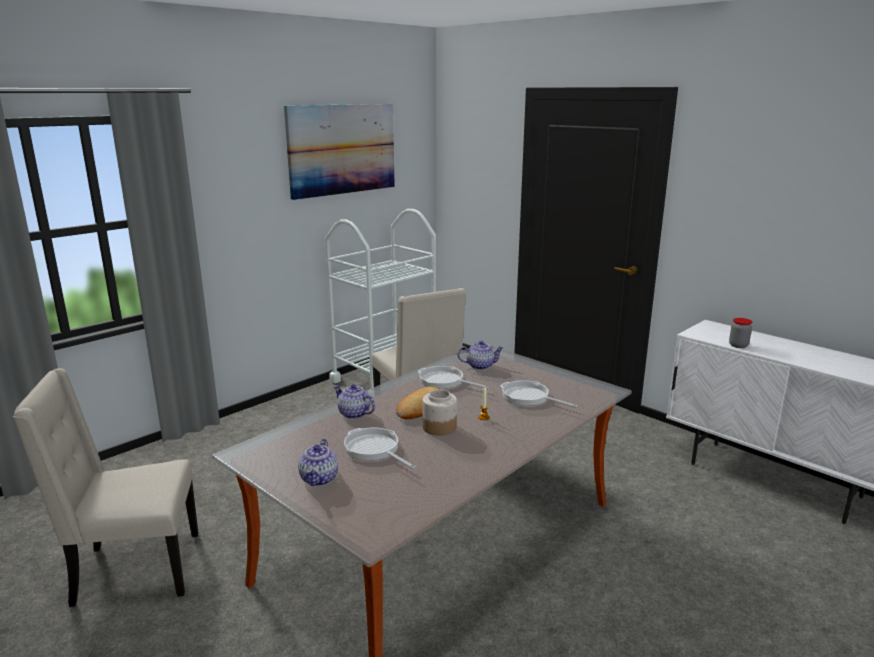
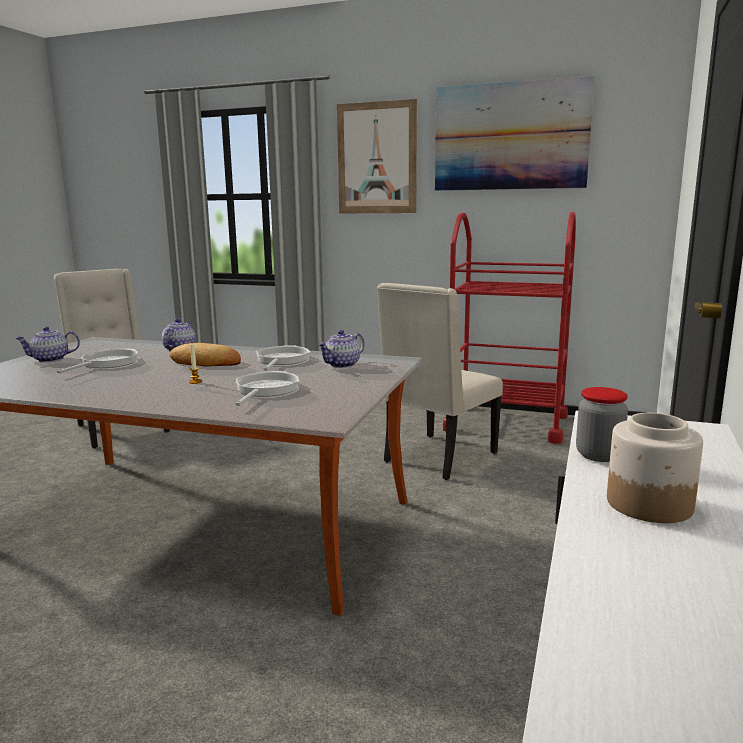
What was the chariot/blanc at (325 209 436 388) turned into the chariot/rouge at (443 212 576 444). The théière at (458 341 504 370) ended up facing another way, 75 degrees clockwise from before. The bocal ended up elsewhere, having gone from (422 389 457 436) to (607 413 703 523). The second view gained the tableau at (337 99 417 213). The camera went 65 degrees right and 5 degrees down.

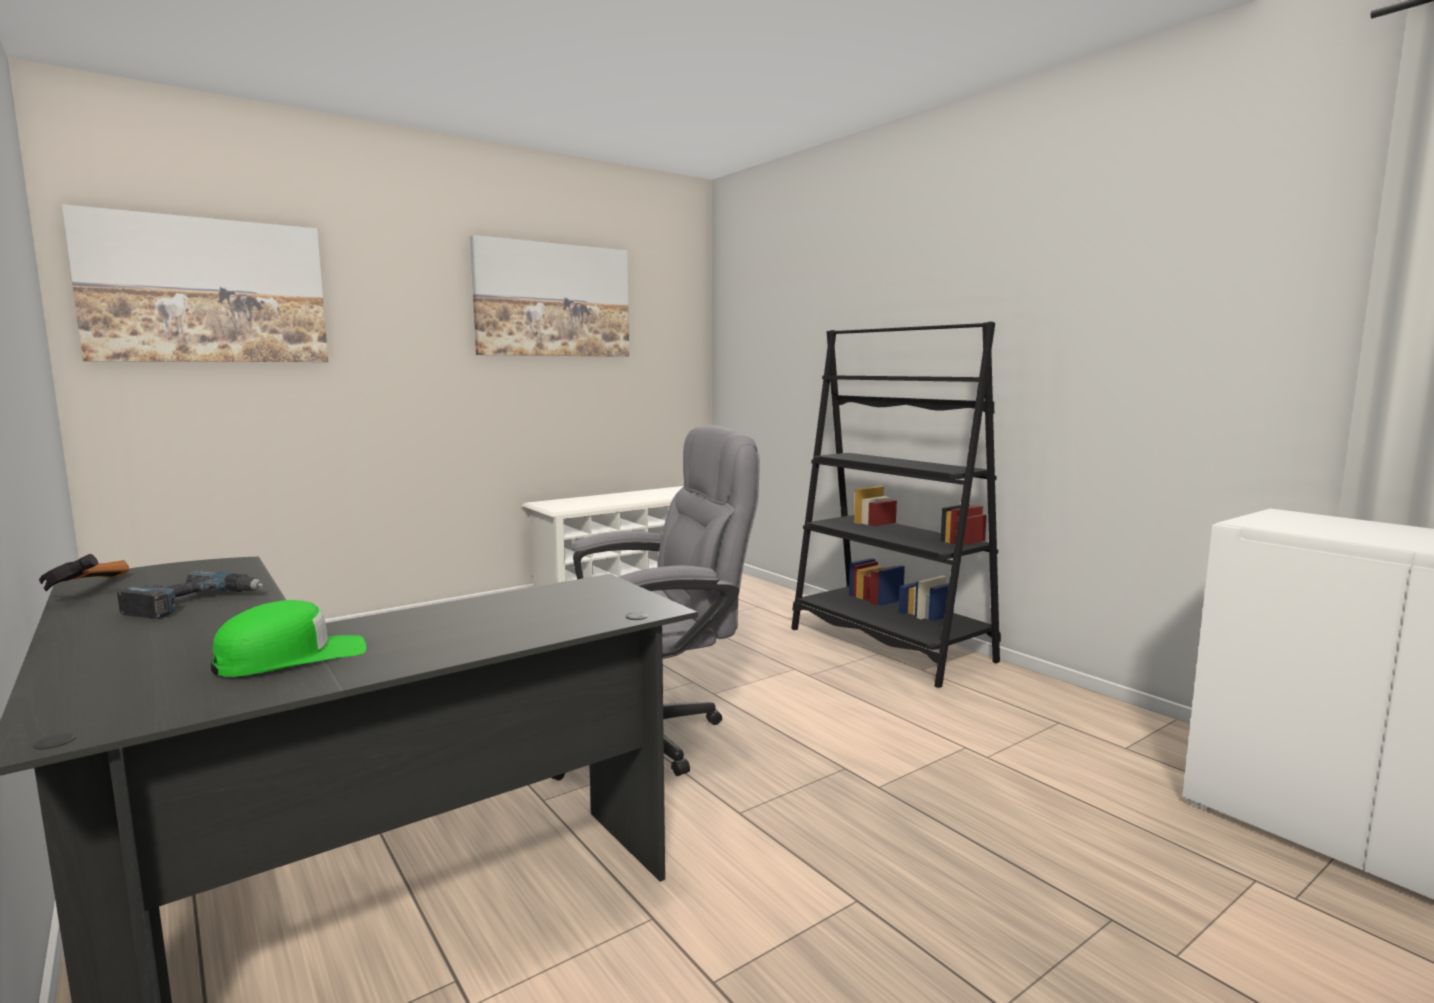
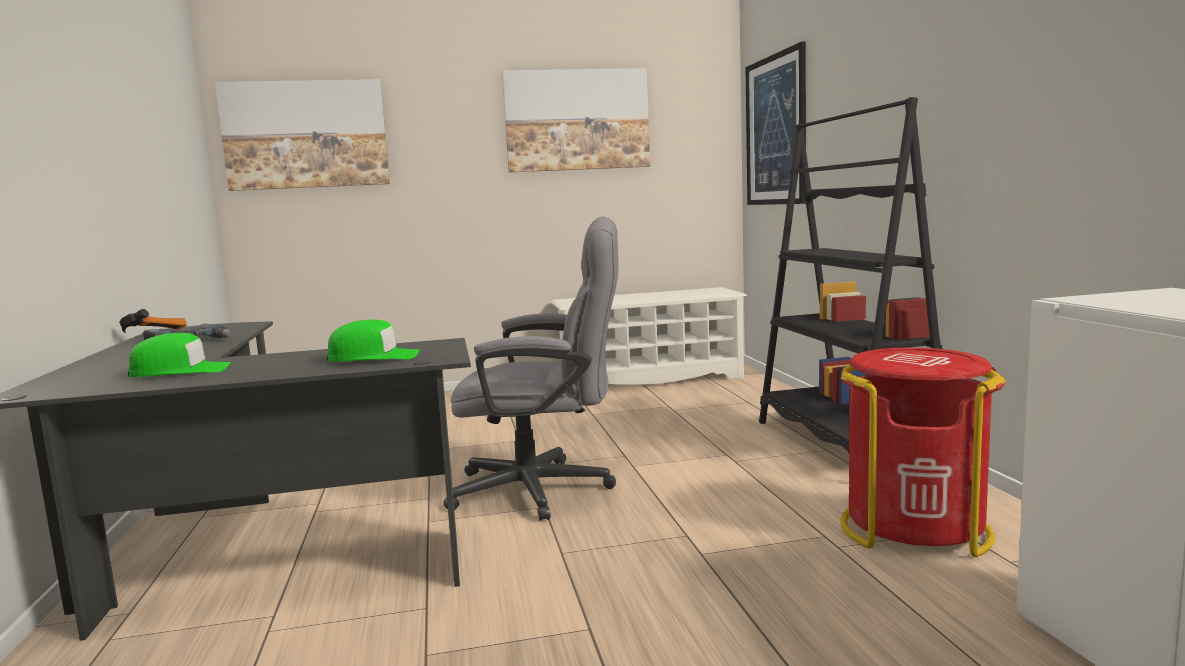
The second view gained the tableau at (745 41 806 205). The second view gained the casquette/vert at (327 319 420 362). The second view gained the poubelle/rouge at (840 348 1006 557). The camera went 25 degrees right and 0 degrees up.

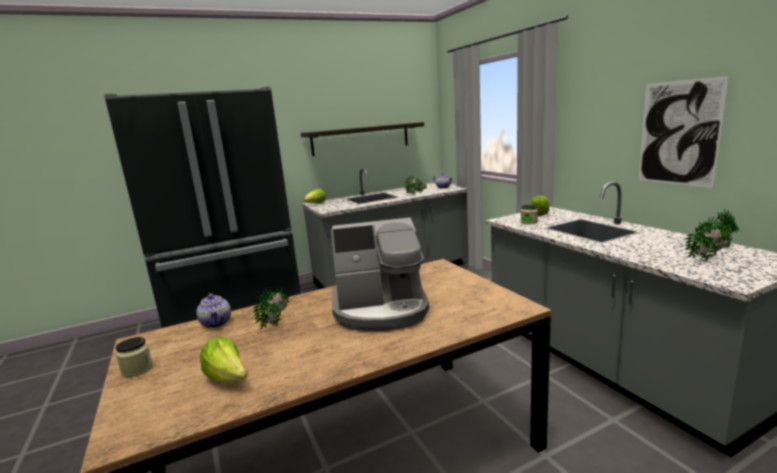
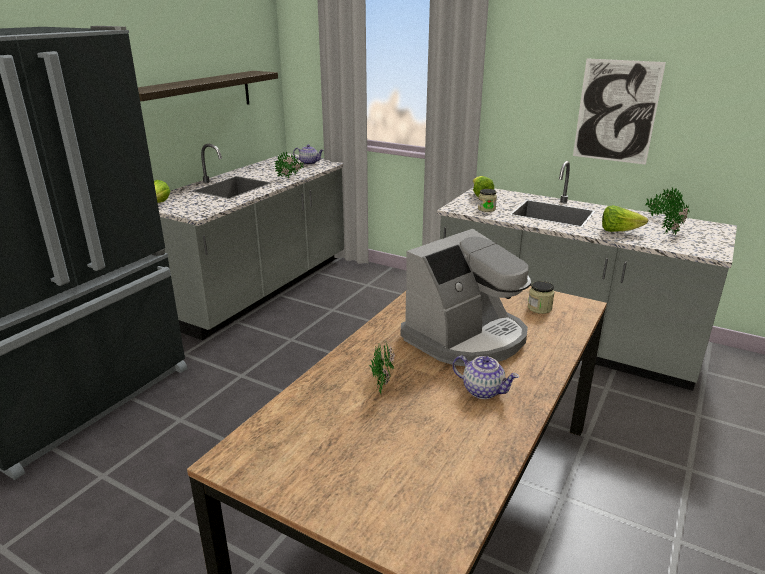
The théière ended up elsewhere, having gone from (197 293 231 328) to (452 355 519 399). The bocal ended up elsewhere, having gone from (116 337 153 377) to (528 281 555 314). The laitue ended up elsewhere, having gone from (200 337 248 383) to (602 205 648 232). The camera went 35 degrees left and 10 degrees up.

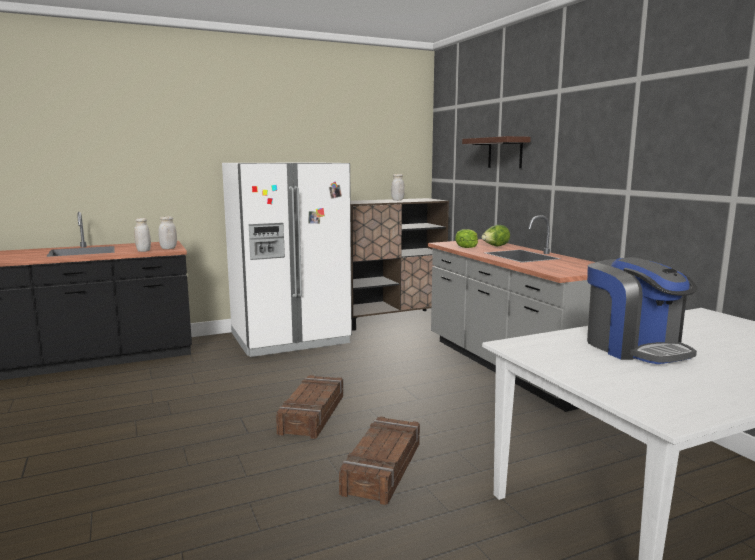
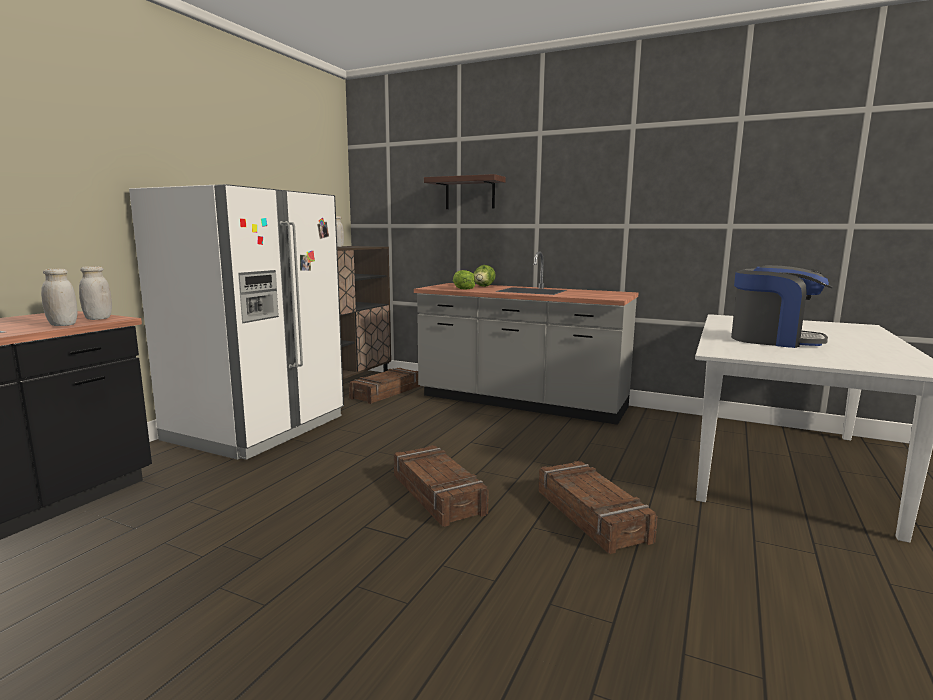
The second view gained the caisse at (349 368 420 404). The camera went 40 degrees left and 0 degrees up.

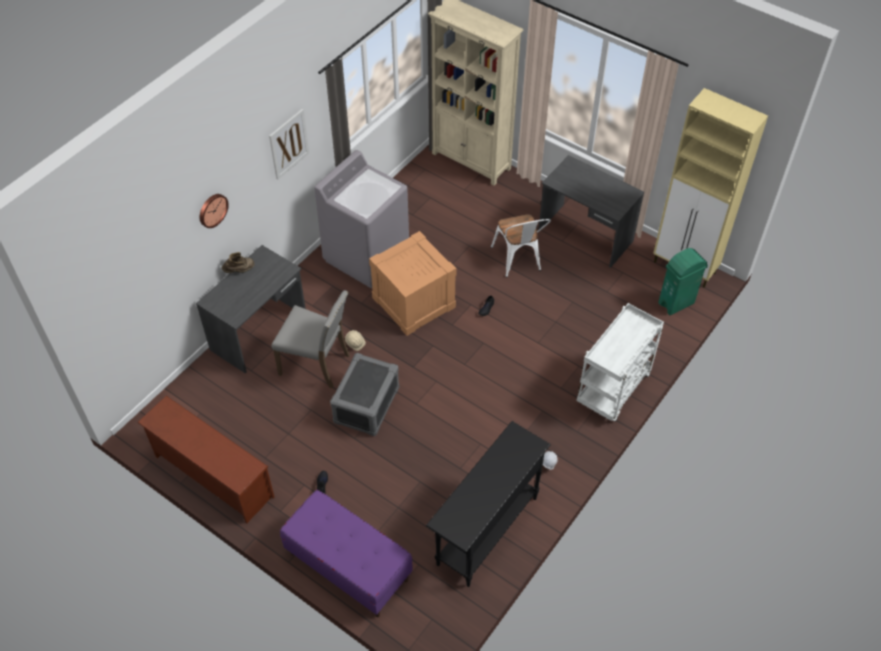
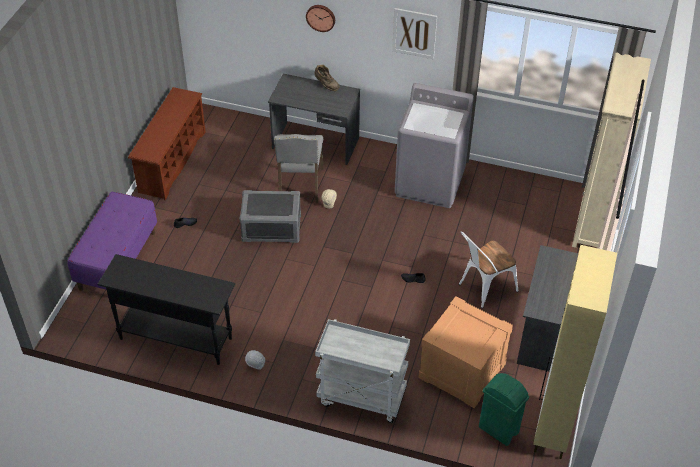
The caisse ended up elsewhere, having gone from (369 231 457 336) to (418 296 513 408). The camera went 70 degrees right and 5 degrees down.

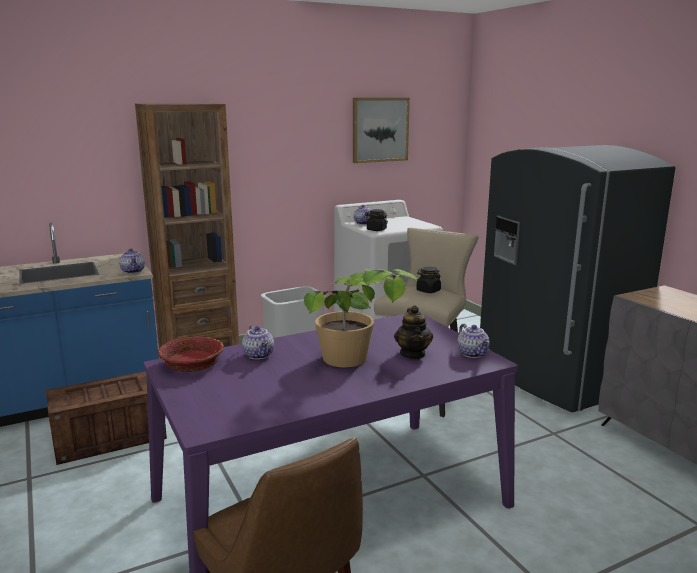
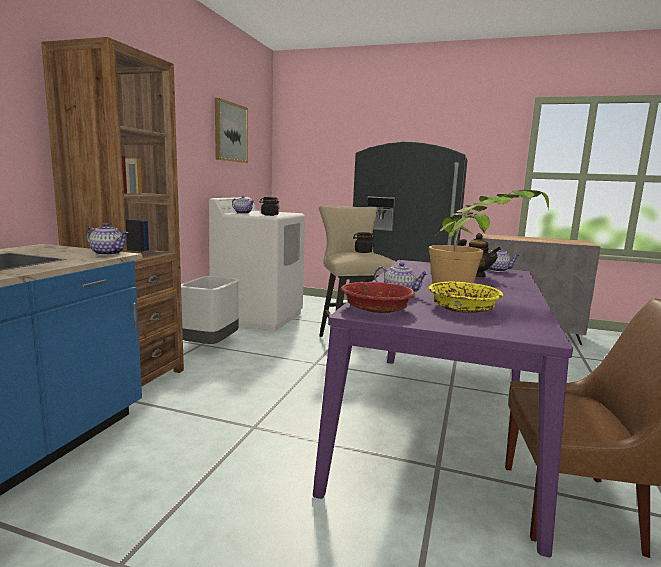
The second view lost the caisse at (46 371 167 465). The second view gained the bol/jaune at (429 281 503 313). The camera went 45 degrees left and 5 degrees down.

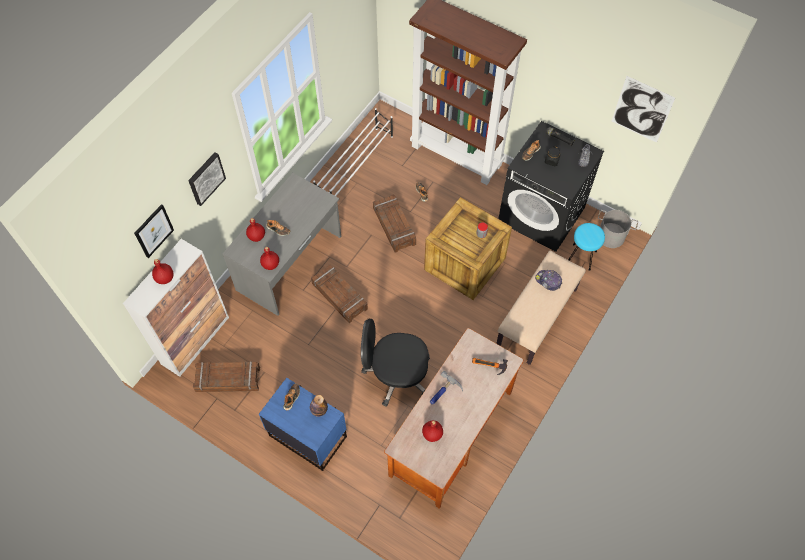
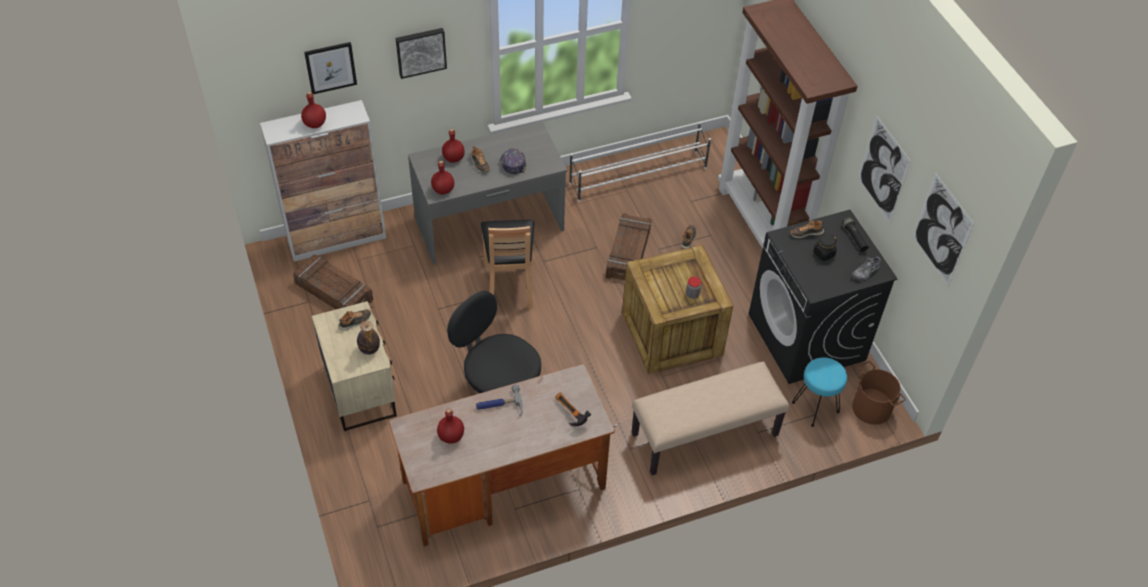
What was the seau/gris at (598 210 638 248) turned into the seau/marron at (852 361 906 425). Where the caisse stood at (311 264 368 323), the chaise/marron came to stand at (481 220 534 309). The casquette ended up elsewhere, having gone from (535 270 562 291) to (500 149 526 175). What was the table de chevet/bleu at (259 378 347 471) turned into the table de chevet/beige at (312 301 397 431). The second view gained the tableau at (858 115 911 223). The camera went 35 degrees right and 10 degrees down.

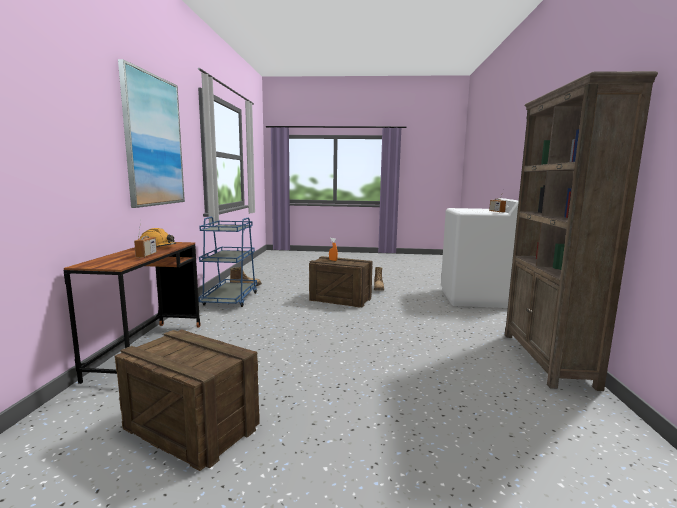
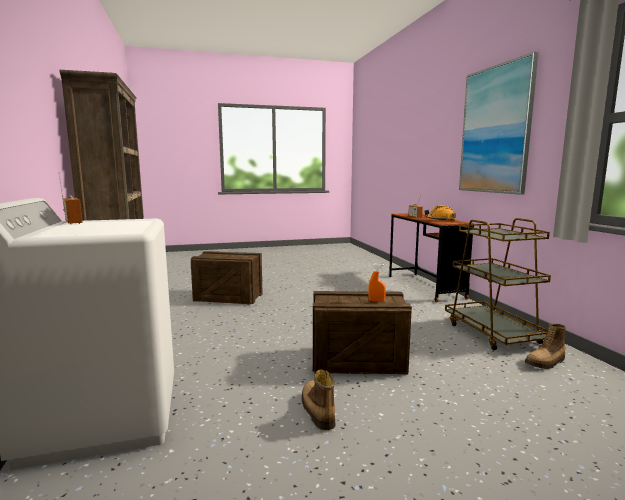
What was the chariot/bleu at (198 217 257 307) turned into the chariot/marron at (445 218 551 350). The caisse ended up elsewhere, having gone from (114 329 260 471) to (190 251 262 305). The camera went 160 degrees right and 0 degrees up.

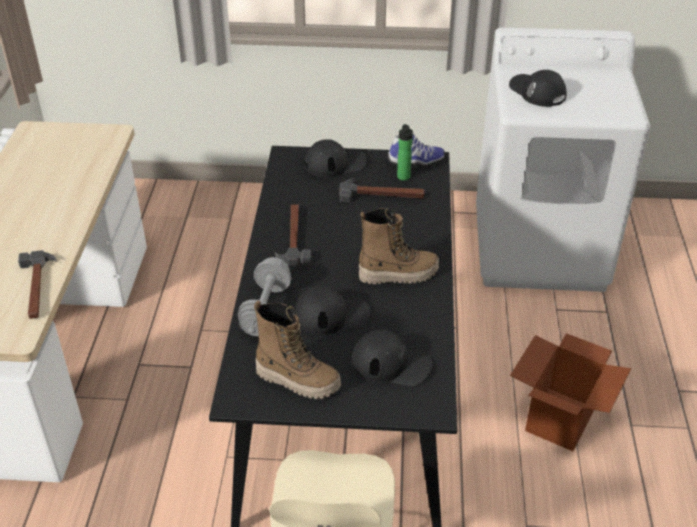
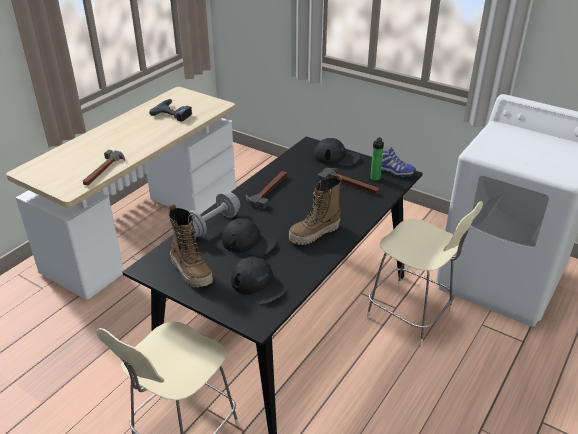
The second view lost the casquette/noir at (509 70 567 107). The botte at (359 208 439 284) ended up facing another way, 120 degrees clockwise from before. The second view lost the carton at (510 333 631 451). The second view gained the perceuse at (149 99 192 122). The second view gained the chaise/beige at (366 201 483 346). The camera went 30 degrees right and 5 degrees down.

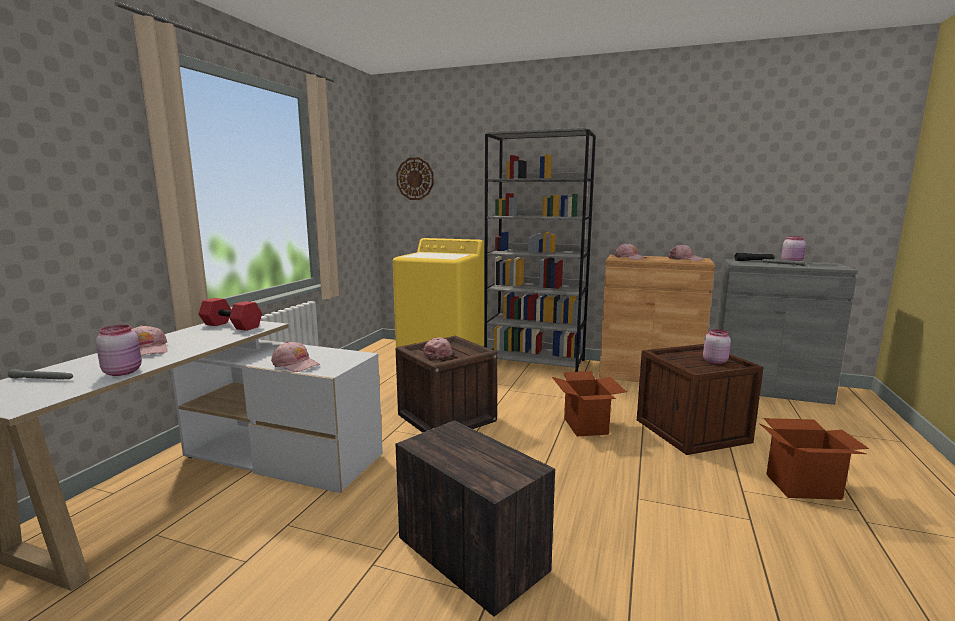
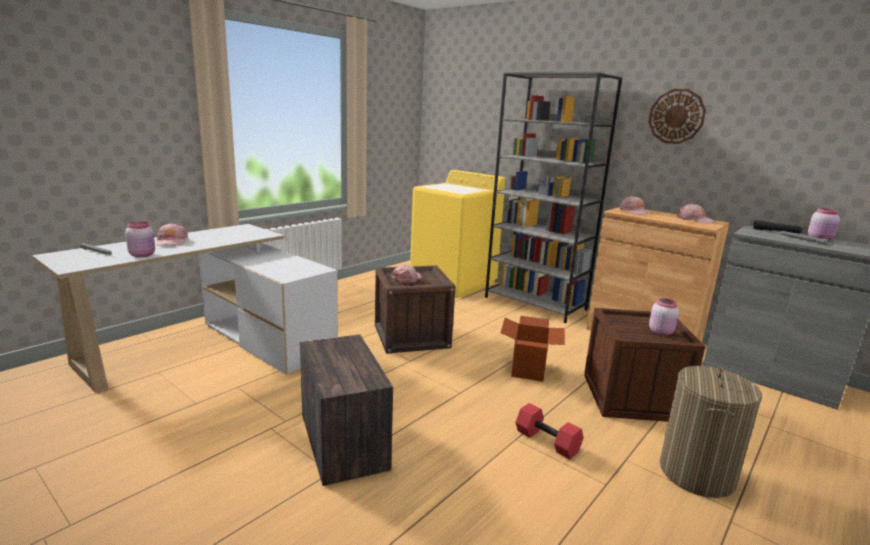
The horloge murale ended up elsewhere, having gone from (396 158 434 200) to (648 89 706 144). The haltère/rouge ended up elsewhere, having gone from (199 298 262 331) to (515 403 583 459). The second view lost the casquette/rose at (271 342 320 372). Where the carton stood at (759 418 869 500), the panier à linge came to stand at (660 366 762 498). The camera went 20 degrees right and 5 degrees up.

